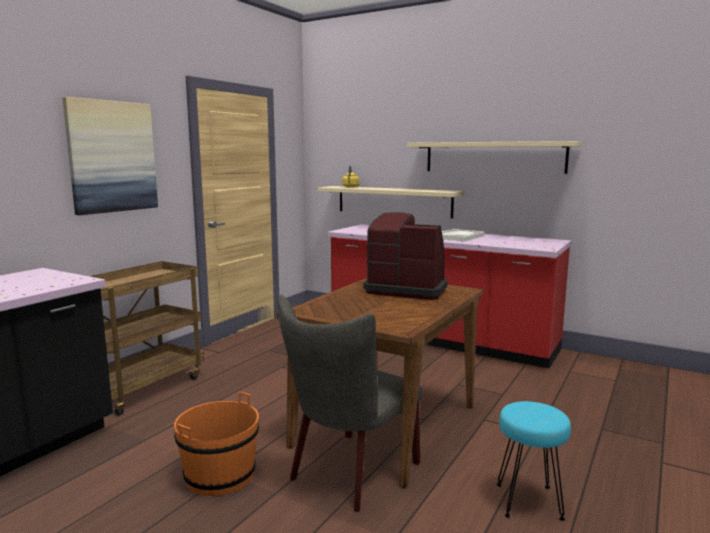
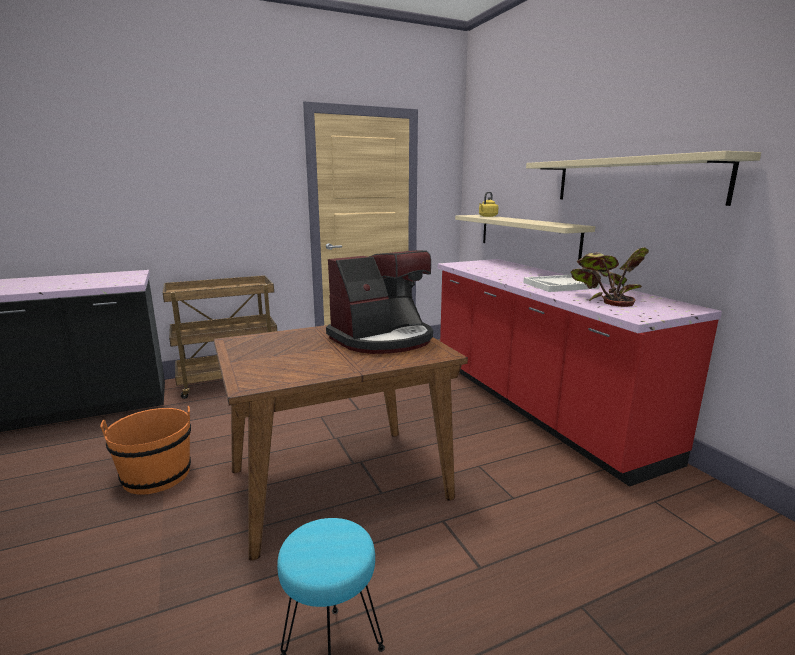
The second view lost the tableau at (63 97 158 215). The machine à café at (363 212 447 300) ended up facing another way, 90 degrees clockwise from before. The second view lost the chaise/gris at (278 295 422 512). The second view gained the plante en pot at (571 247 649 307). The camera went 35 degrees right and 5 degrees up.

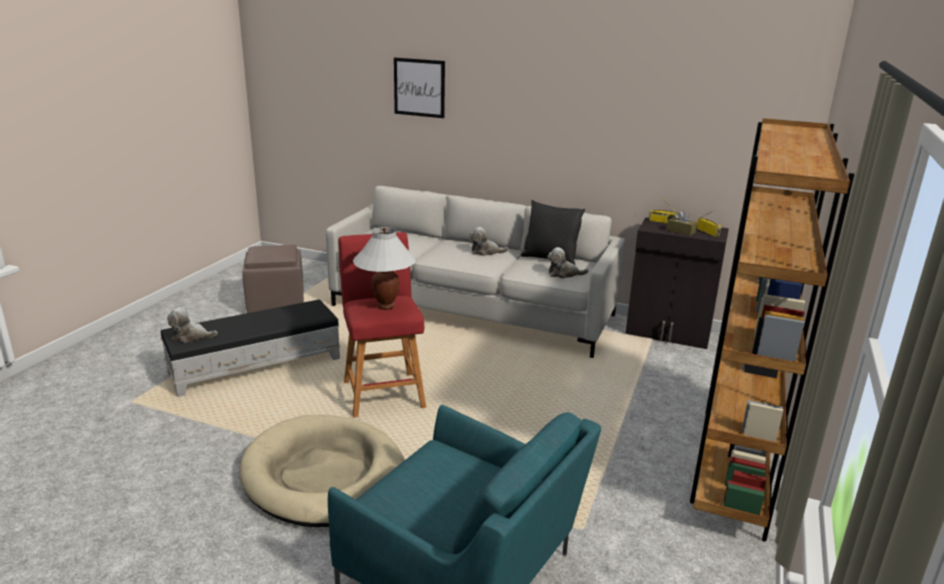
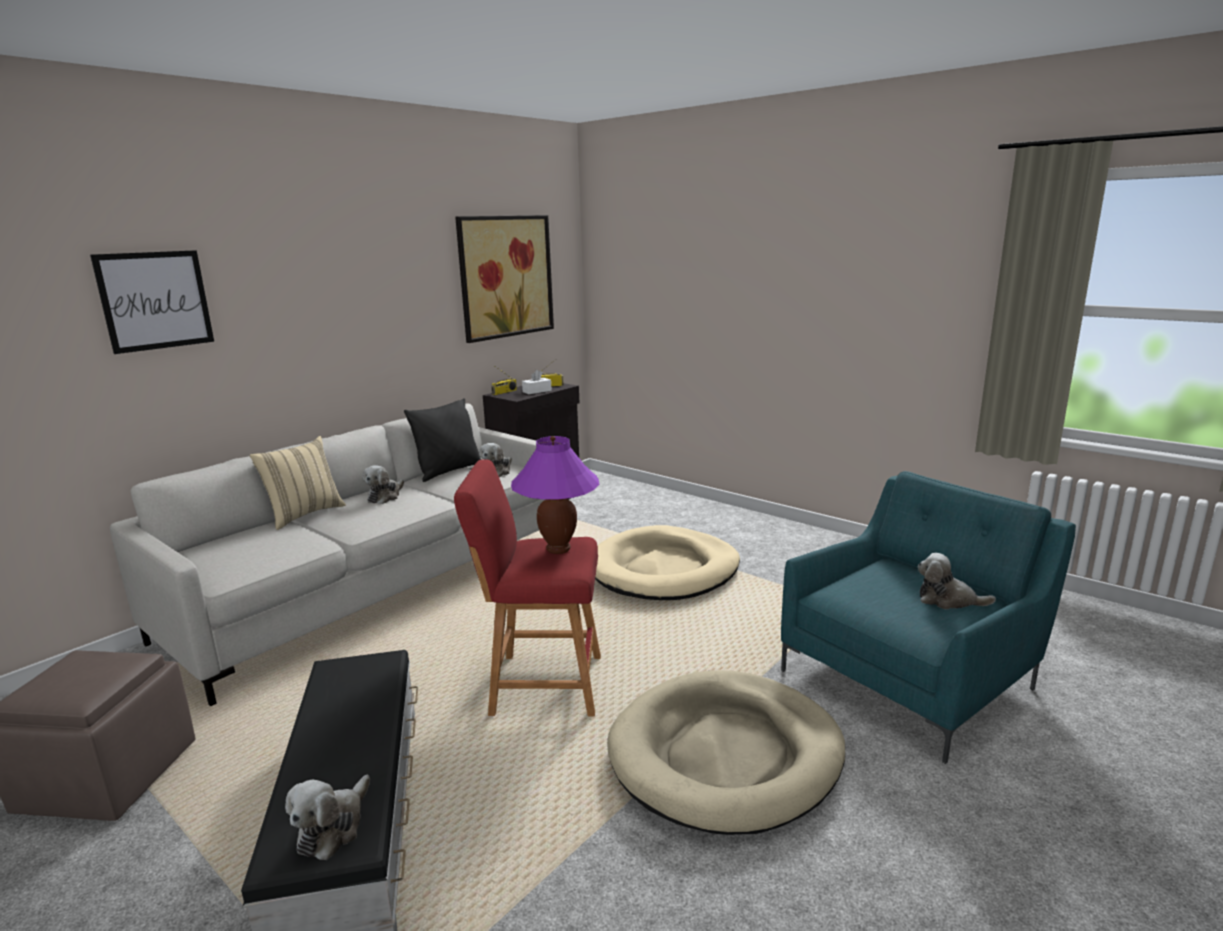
The second view lost the bibliothèque/marron at (690 118 855 541). What was the boîte à mouchoirs/marron at (667 211 697 236) turned into the boîte à mouchoirs/blanc at (522 370 552 394). What was the lampe de table/blanc at (353 227 417 310) turned into the lampe de table/violet at (511 436 600 554). The second view gained the tableau at (455 215 554 343). The second view gained the coussin/beige at (249 436 346 530). The second view gained the panier pour chien/beige at (595 525 740 600). The second view gained the peluche at (918 553 996 609). The camera went 70 degrees left and 5 degrees down.

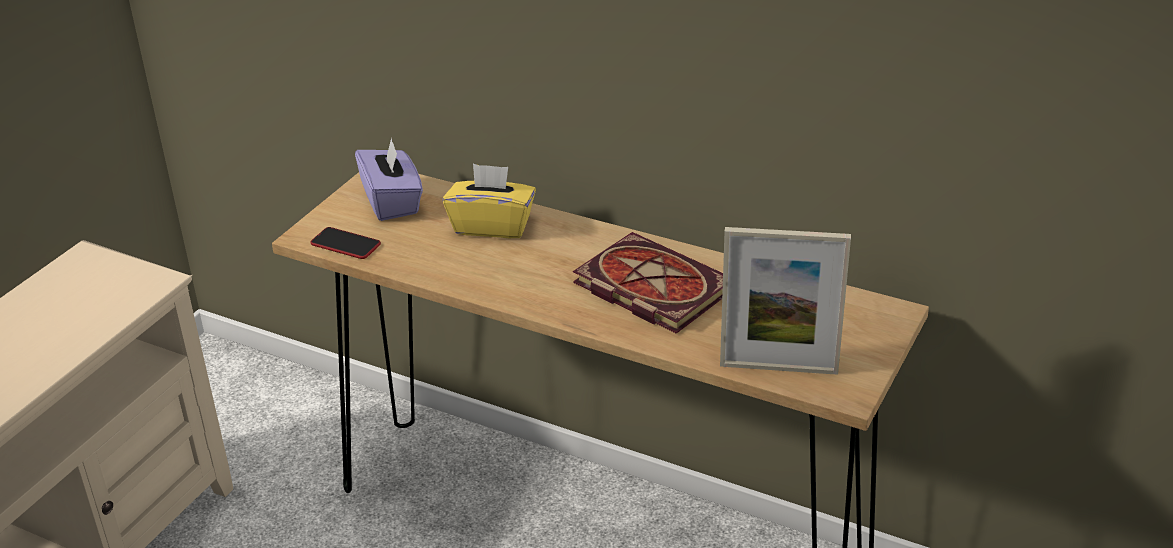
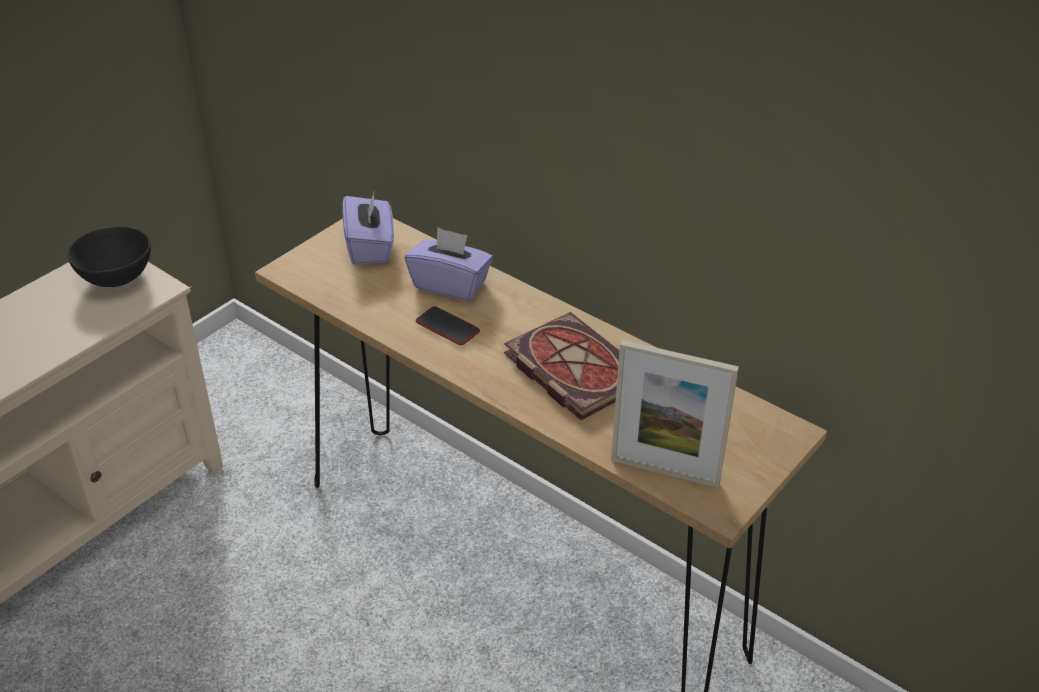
What was the boîte à mouchoirs/jaune at (443 164 536 238) turned into the boîte à mouchoirs/violet at (405 227 493 301). The téléphone ended up elsewhere, having gone from (310 227 381 259) to (416 306 480 345). The second view gained the bol/noir at (67 227 151 287). The camera went 10 degrees right and 5 degrees up.

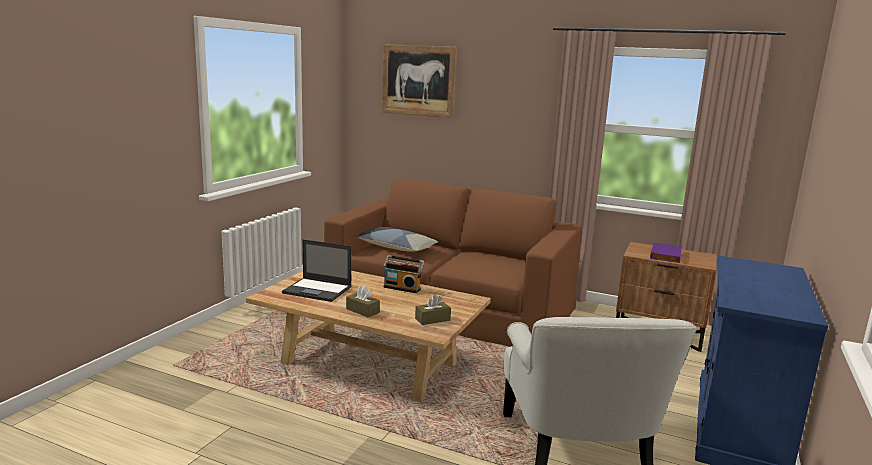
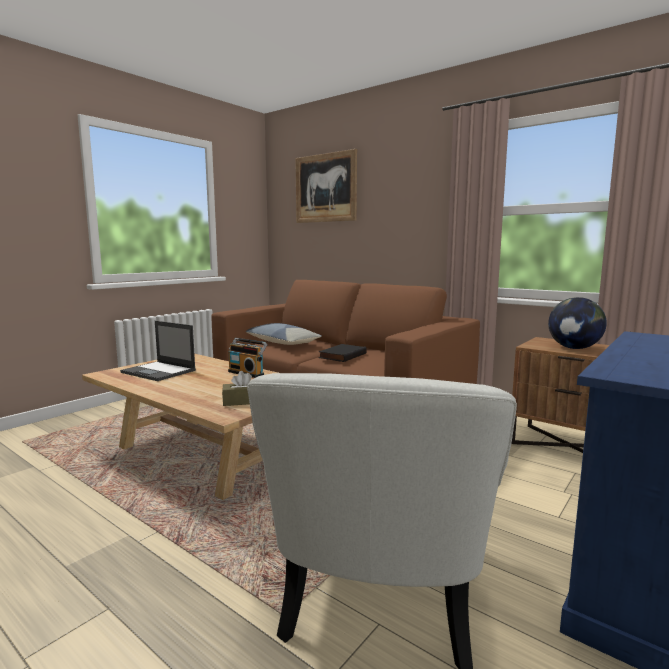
Where the livre/violet stood at (650 242 682 263), the globe came to stand at (548 297 607 349). The second view lost the boîte à mouchoirs/marron at (346 286 380 317). The second view gained the livre/noir at (319 344 367 362). The camera went 15 degrees right and 5 degrees down.

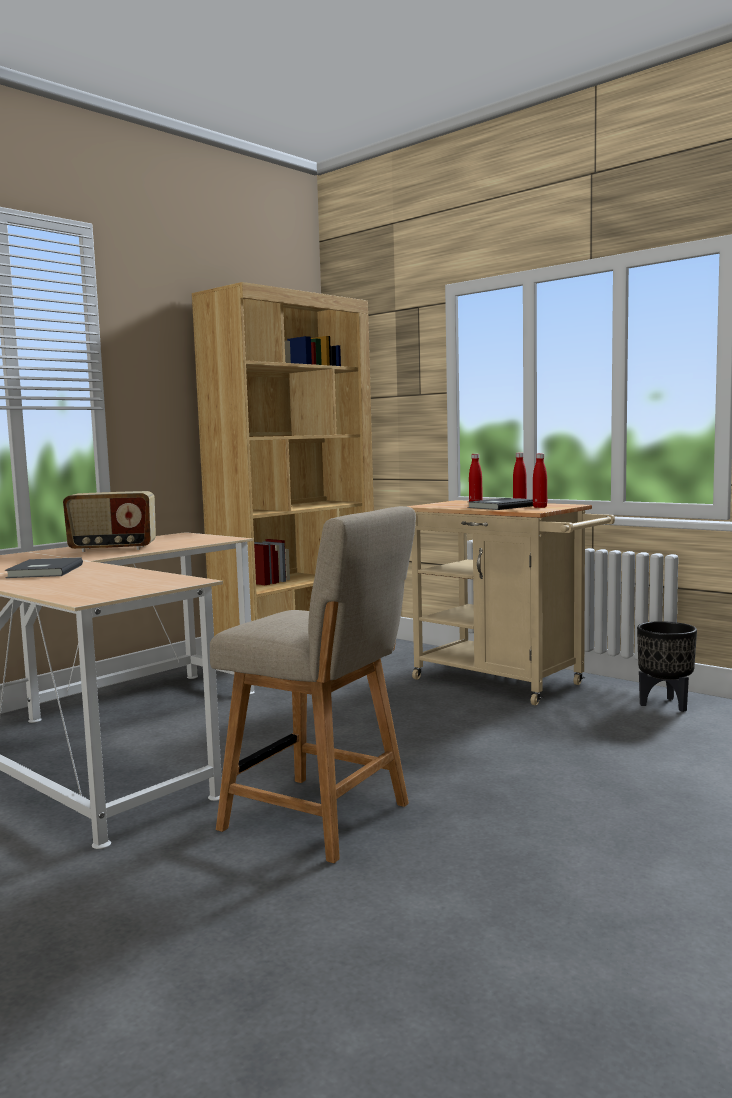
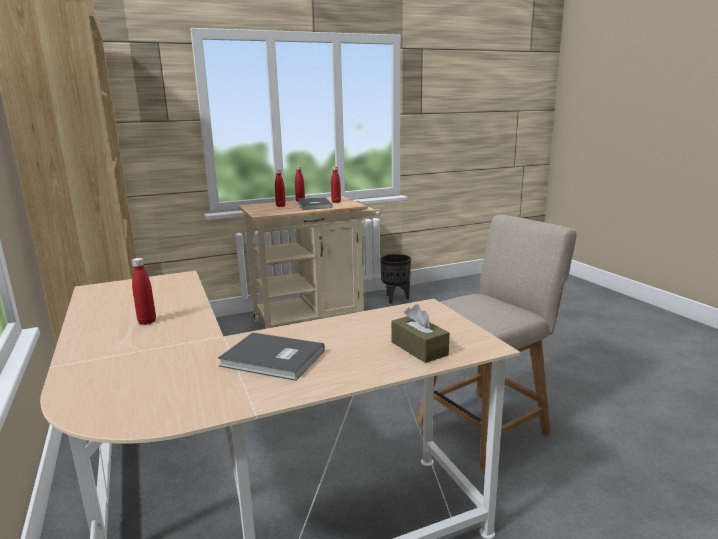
Where the radio stood at (63 491 156 552), the bouteille/rouge came to stand at (132 258 156 325). The second view gained the boîte à mouchoirs/marron at (391 304 450 363). The camera went 65 degrees left and 10 degrees up.

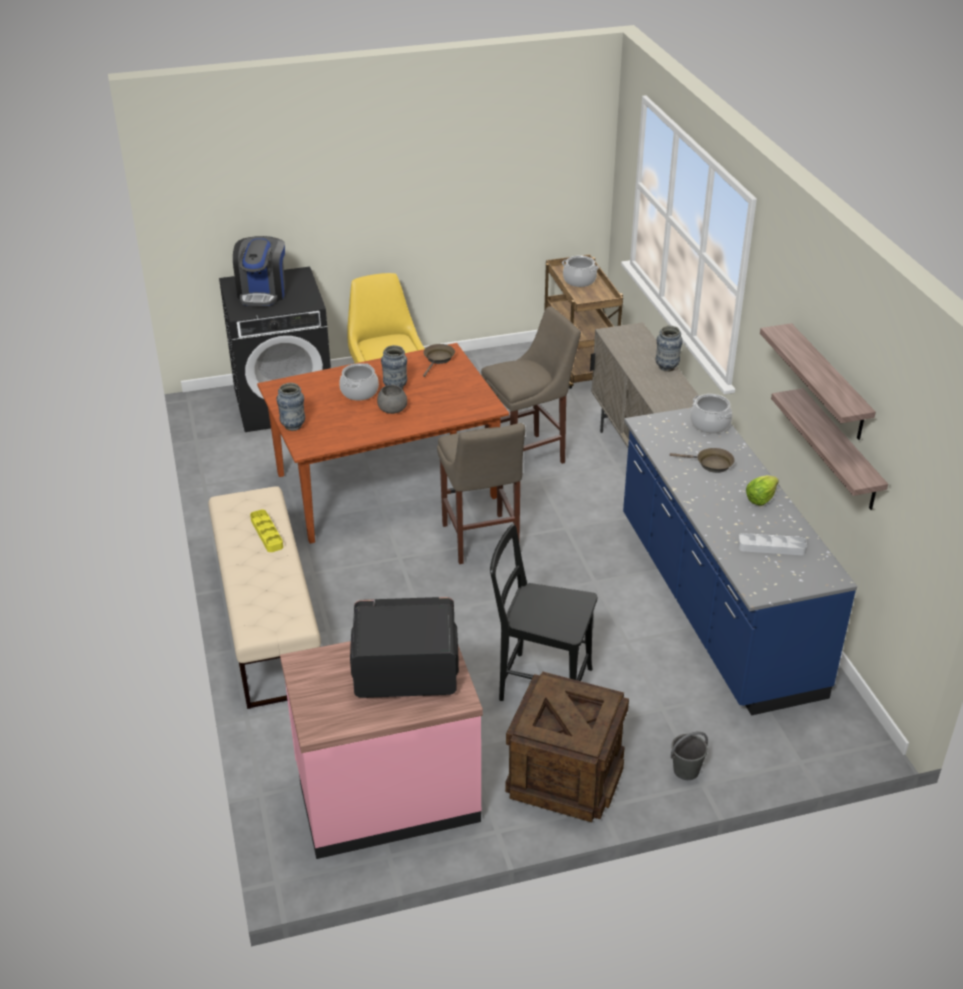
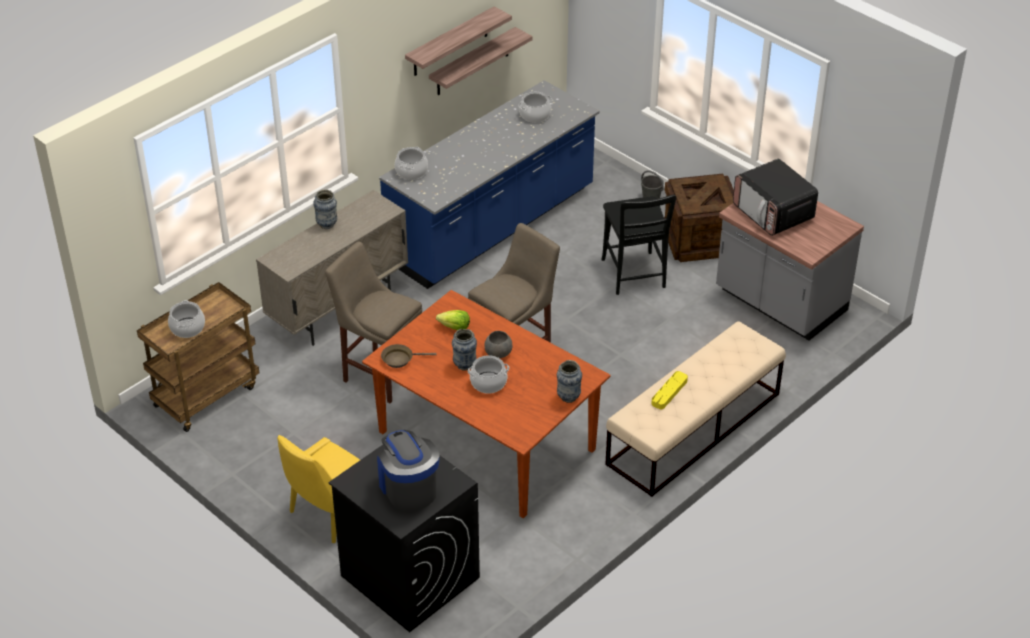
The machine à café at (233 236 285 306) ended up facing another way, 90 degrees counterclockwise from before. The second view lost the poêle/marron at (670 448 734 473). The laitue ended up elsewhere, having gone from (746 475 779 506) to (436 310 470 330). Where the plateau/gris stood at (738 533 807 555), the marmite came to stand at (518 92 552 123). What was the comptoir de cuisine/rose at (280 641 483 859) turned into the comptoir de cuisine/gris at (716 201 864 341). The camera went 120 degrees left and 5 degrees up.

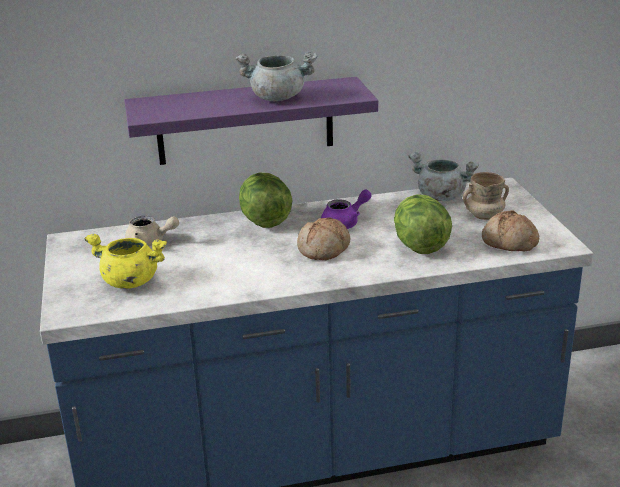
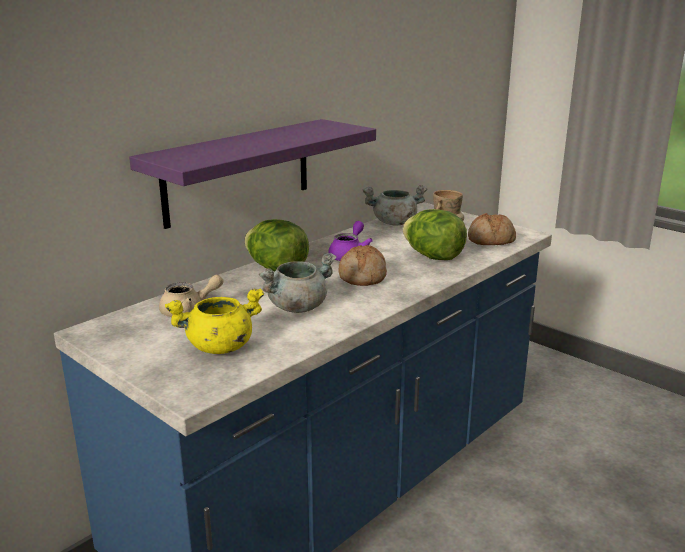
The marmite/gris ended up elsewhere, having gone from (236 52 317 101) to (259 253 337 313). The camera went 35 degrees left and 5 degrees down.

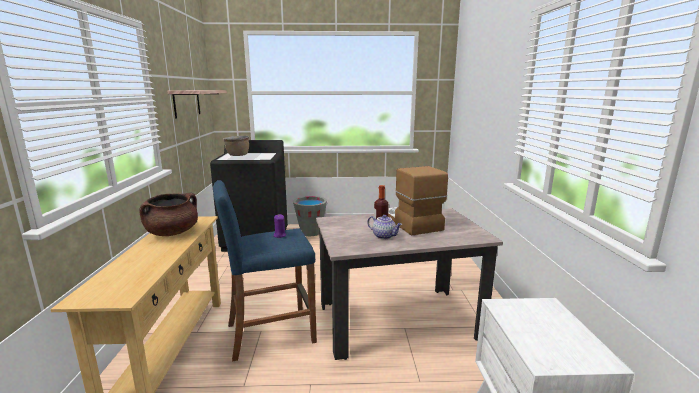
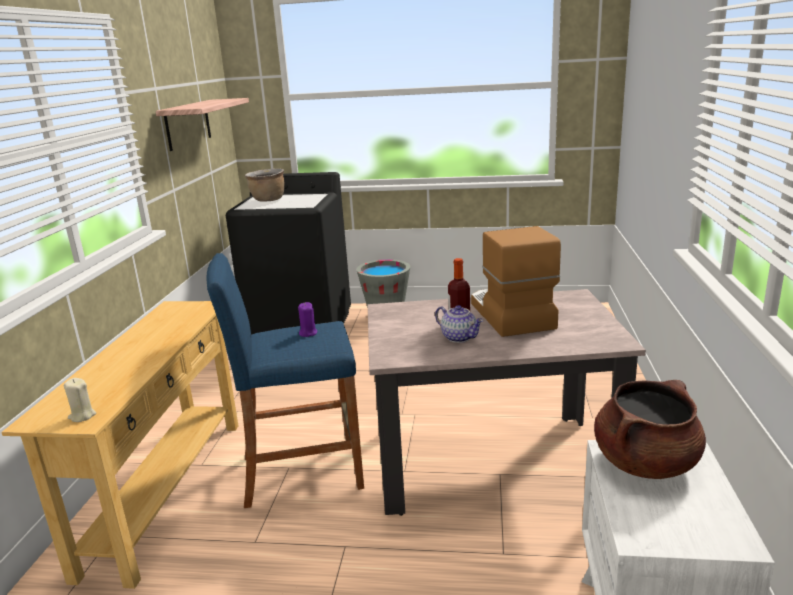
The marmite/marron ended up elsewhere, having gone from (139 193 198 236) to (594 380 706 479). The second view gained the bougie/beige at (64 378 96 422). The camera went 10 degrees right and 5 degrees up.

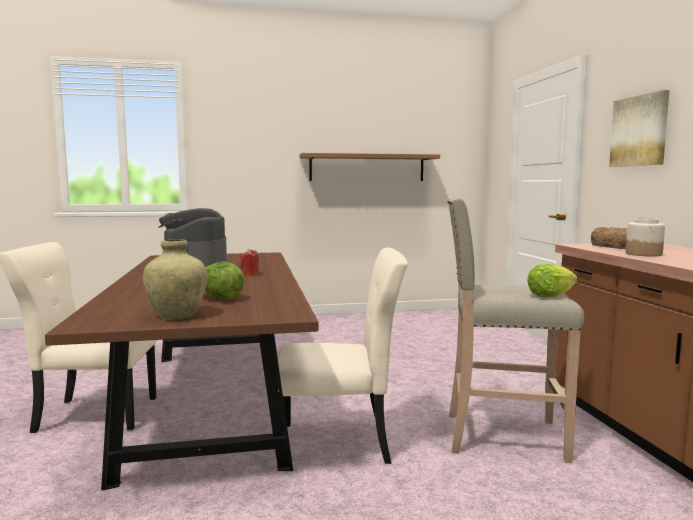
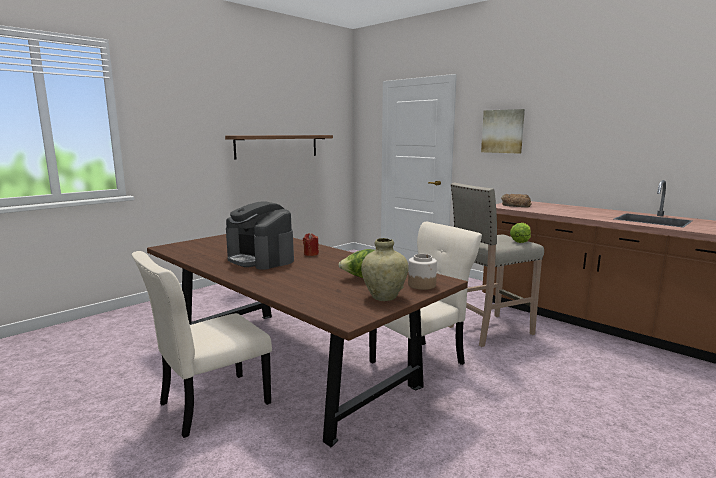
The bocal ended up elsewhere, having gone from (626 218 665 256) to (408 254 437 290). The camera went 35 degrees left and 5 degrees up.

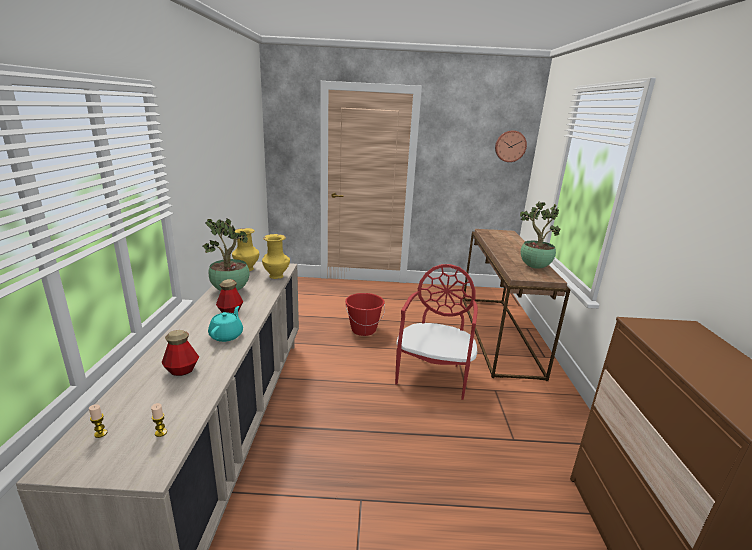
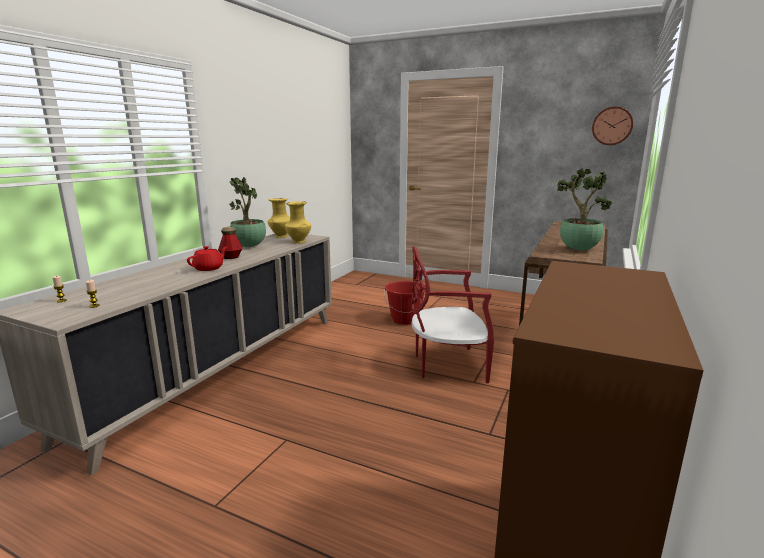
The chaise/rouge at (395 264 478 400) ended up facing another way, 135 degrees counterclockwise from before. What was the théière/turquoise at (208 306 243 342) turned into the théière/rouge at (187 246 227 271). The second view lost the bouteille at (161 330 199 376). The camera went 25 degrees right and 5 degrees down.

